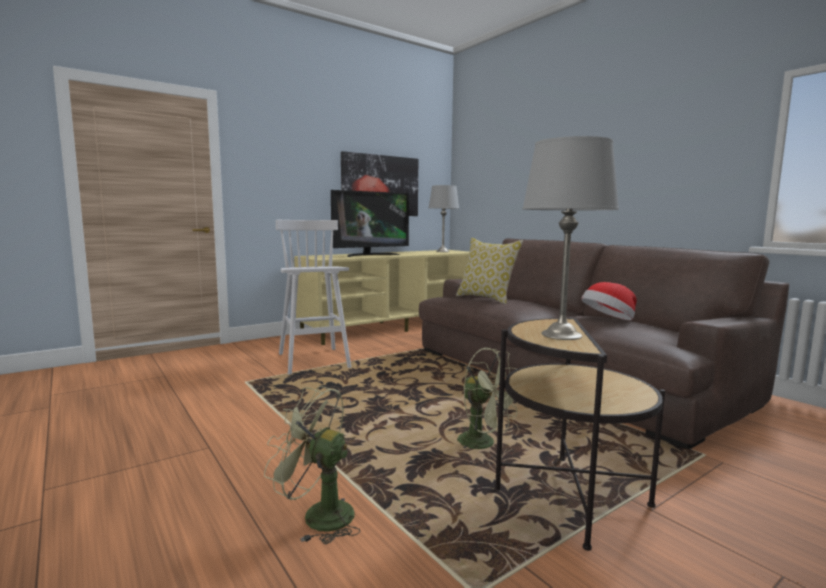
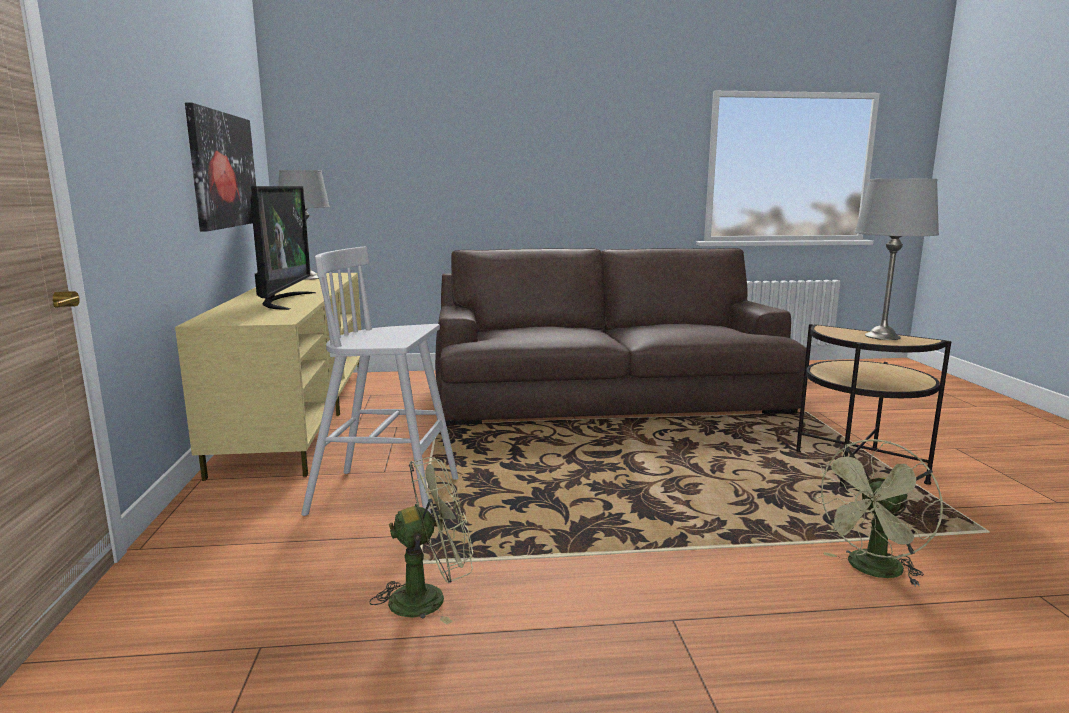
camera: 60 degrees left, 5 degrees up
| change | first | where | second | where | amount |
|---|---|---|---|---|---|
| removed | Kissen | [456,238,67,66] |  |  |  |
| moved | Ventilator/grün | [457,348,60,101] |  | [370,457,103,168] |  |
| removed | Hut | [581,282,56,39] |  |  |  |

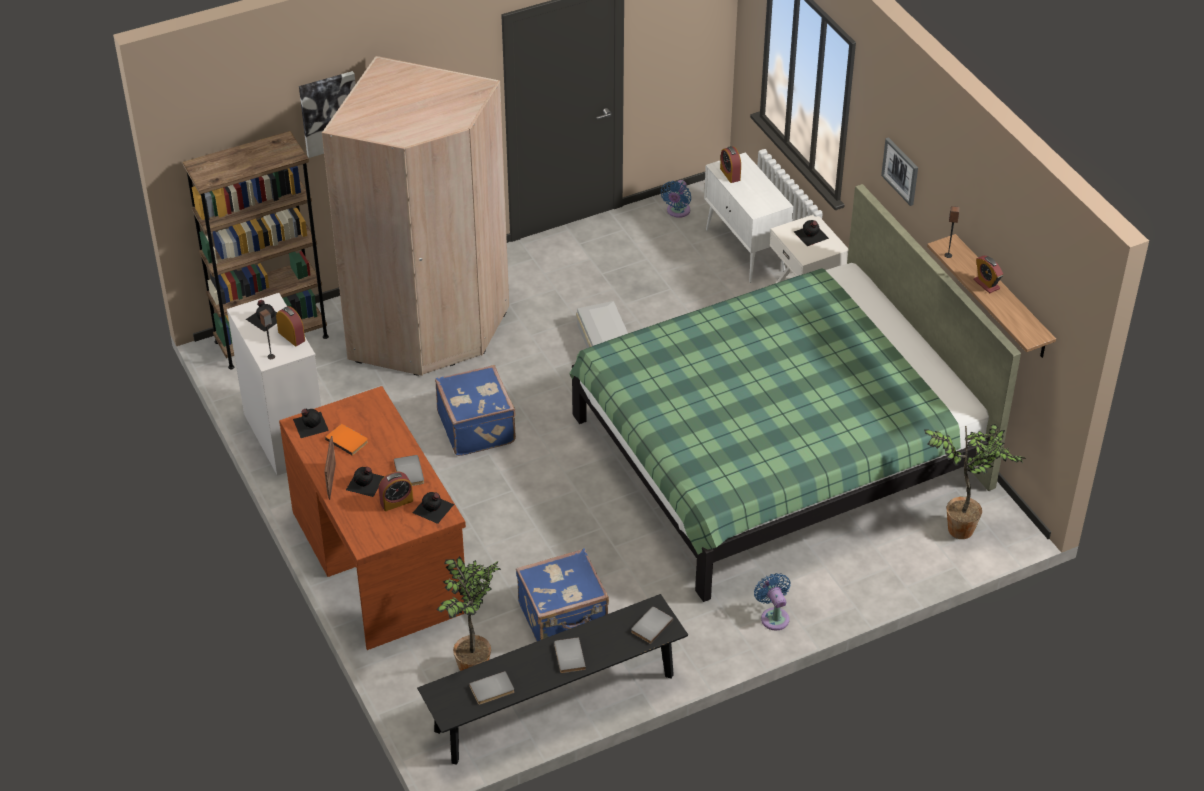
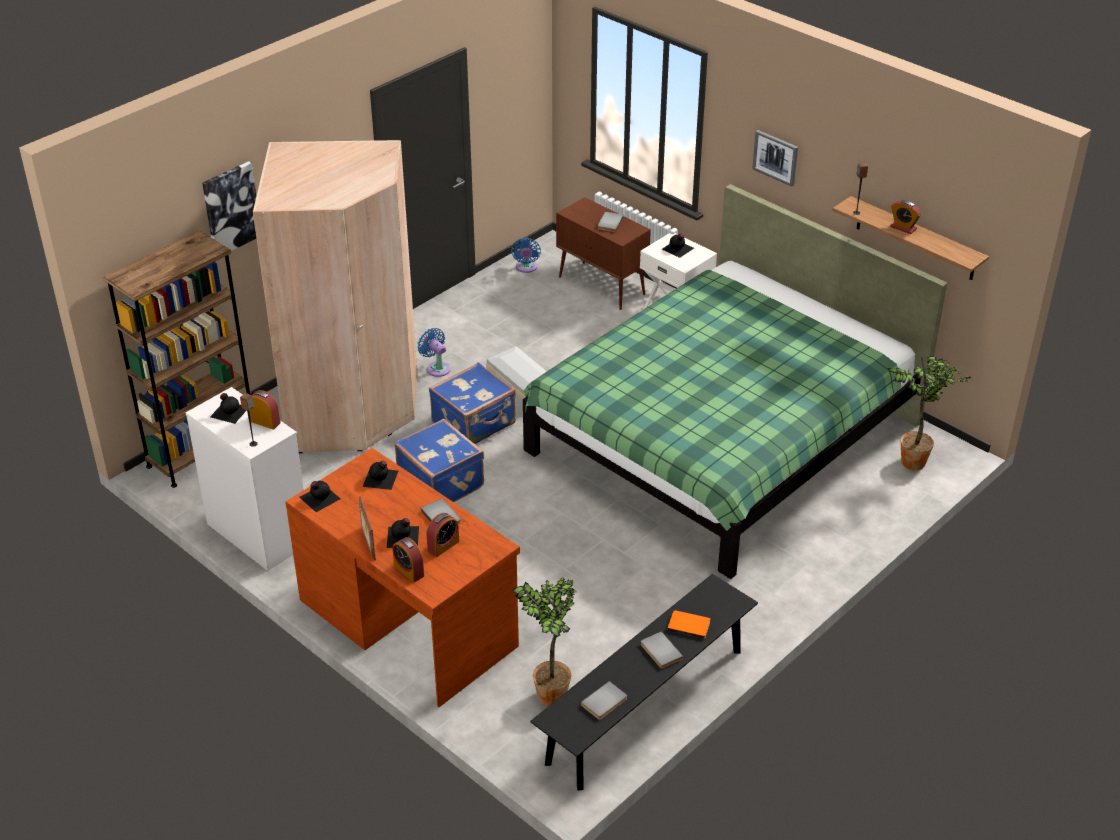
camera: 20 degrees left, 5 degrees down
| change | first | where | second | where | amount |
|---|---|---|---|---|---|
| moved | Buch/orange | [325,424,43,32] |  | [667,610,43,29] |  |
| moved | Flasche/schwarz | [413,492,41,32] |  | [363,461,35,29] |  |
| moved | Koffer/blau | [516,549,93,92] |  | [429,362,87,82] |  |
| moved | Buch/grau | [631,607,42,37] |  | [597,212,27,20] |  |
| recoloured | Schrank/weiß | [704,153,89,130] | Schrank/braun | [556,197,95,113] |  |
| moved | Wecker | [720,146,21,37] |  | [393,537,31,45] |  |
| moved | Ventilator/blau | [754,573,36,57] |  | [417,328,34,49] |  |

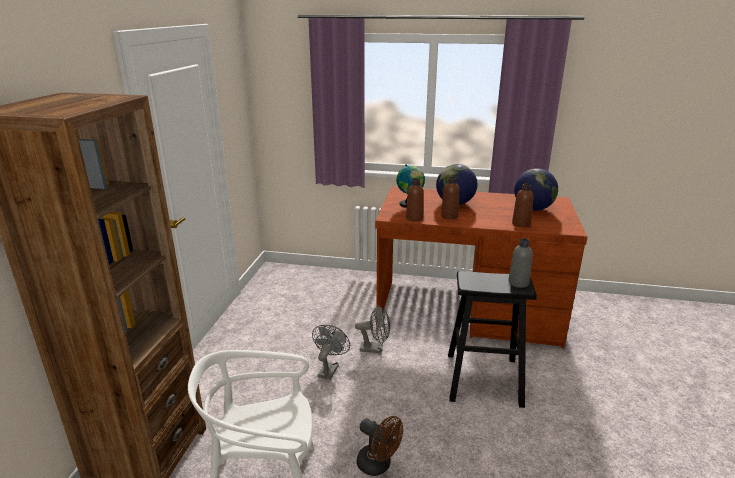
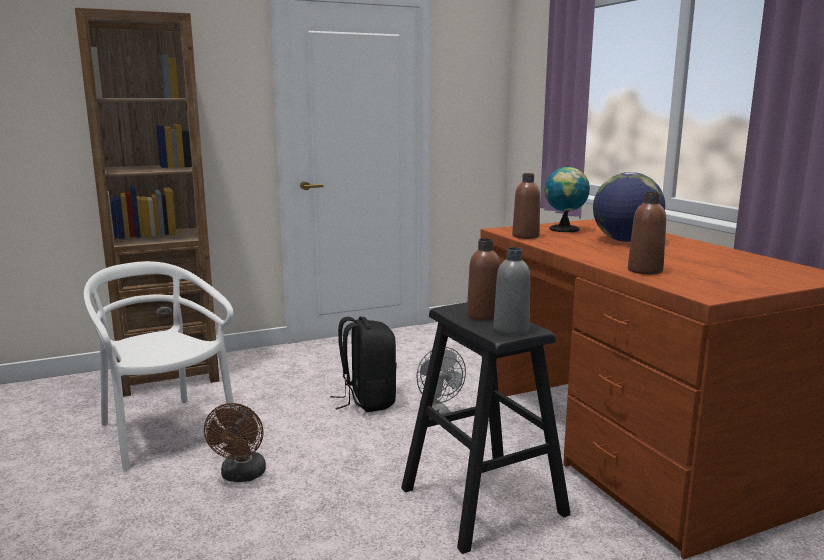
camera: 55 degrees right, 10 degrees down
| change | first | where | second | where | amount |
|---|---|---|---|---|---|
| replaced | Ventilator/grau | [312,325,38,55] | Rucksack/schwarz | [330,317,67,95] |  |
| moved | Flasche/braun | [441,177,19,42] |  | [467,238,33,83] |  |
| removed | Globus | [514,168,44,43] |  |  |  |

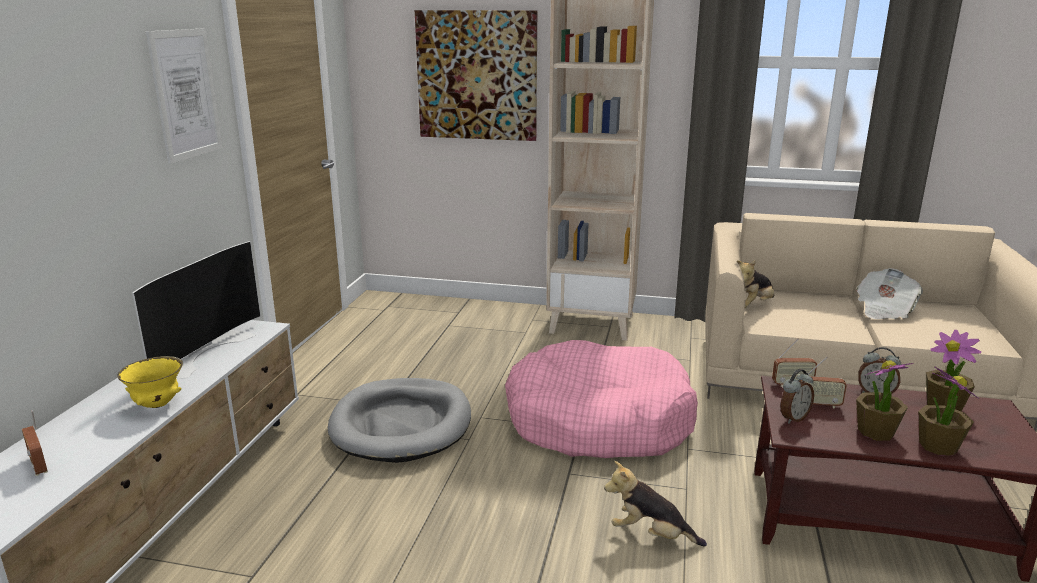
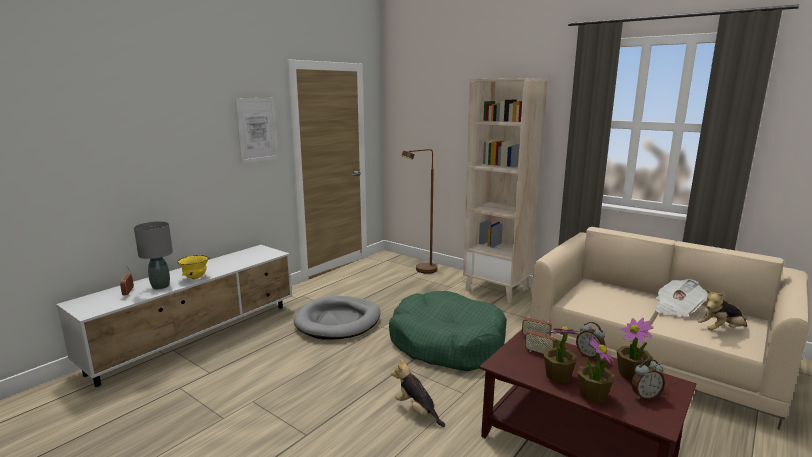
camera: 25 degrees right, 5 degrees down
| change | first | where | second | where | amount |
|---|---|---|---|---|---|
| removed | Fernseher | [132,241,129,138] |  |  |  |
| removed | Bild | [415,10,122,131] |  |  |  |
| recoloured | Hundebett/rosa | [505,340,193,118] | Hundebett/grün | [389,291,118,80] |  |
| moved | Plüschtier | [737,260,37,48] |  | [697,290,50,41] |  |
| moved | Wecker | [780,369,34,54] |  | [631,359,34,41] |  |
| added |  |  | Tischlampe/grau | [134,221,39,68] |  |
| added |  |  | Stehlampe/braun | [401,149,36,125] |  |

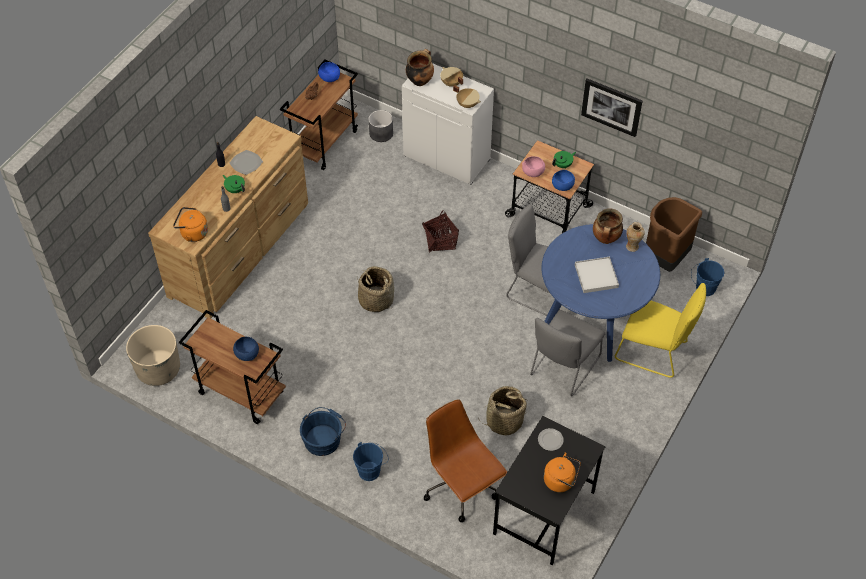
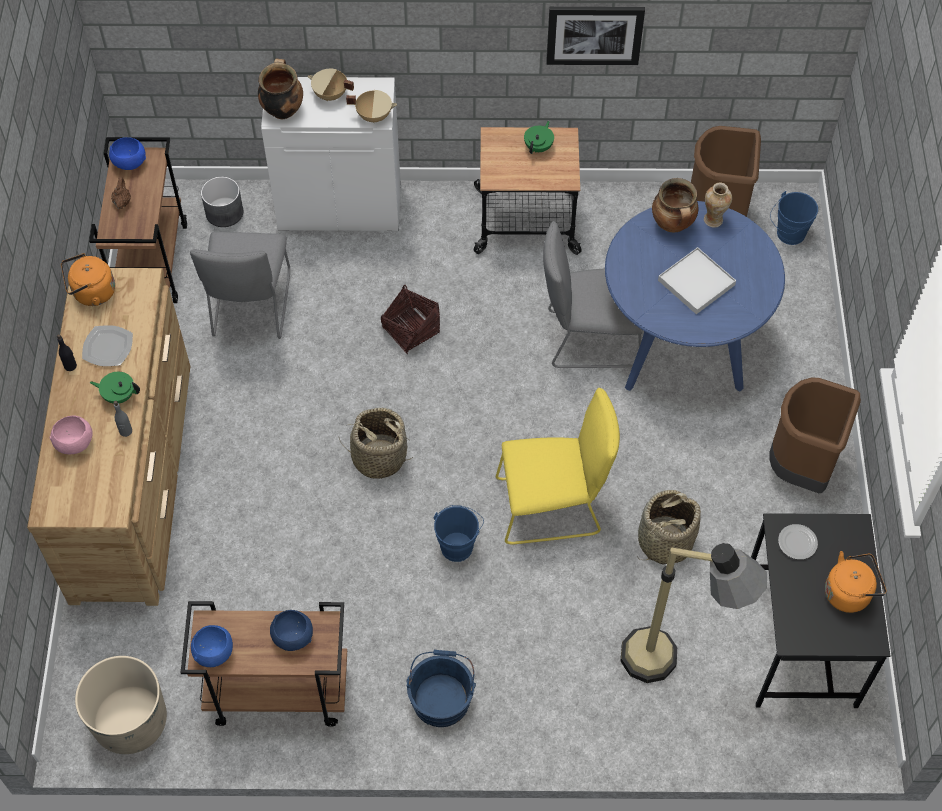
camera: 30 degrees left, 5 degrees up
| change | first | where | second | where | amount |
|---|---|---|---|---|---|
| moved | Wasserkessel/orange | [173,207,35,35] |  | [61,253,54,53] |  |
| moved | Eimer/blau | [353,442,36,39] |  | [434,505,50,57] |  |
| replaced | Bürostuhl/braun | [424,399,83,123] | Stehlampe | [620,543,147,140] |  |
| moved | Schüssel/rosa | [522,156,23,21] |  | [50,415,42,39] |  |
| moved | Stuhl/grau | [530,310,75,86] |  | [190,232,100,107] |  |
| moved | Schüssel/blau | [552,170,23,21] |  | [191,625,42,42] |  |
| moved | Stuhl/gelb | [615,283,91,95] |  | [496,388,124,157] |  |
| added |  |  | Mülleimer/braun | [769,378,92,115] |  |

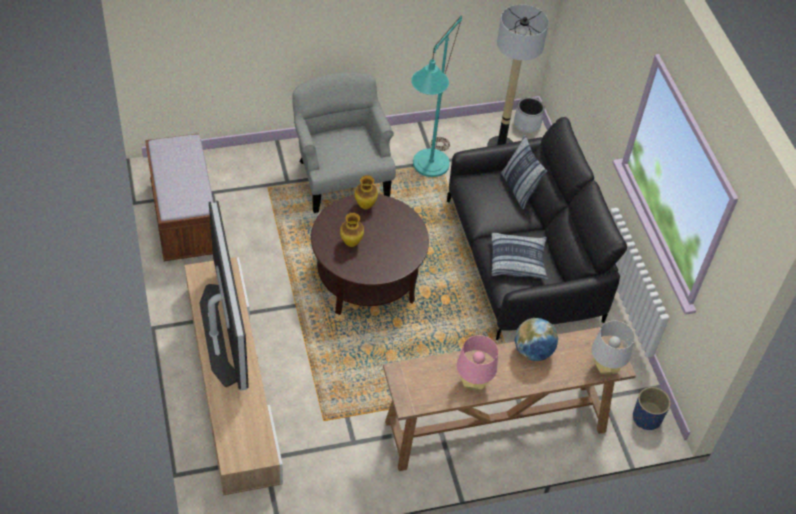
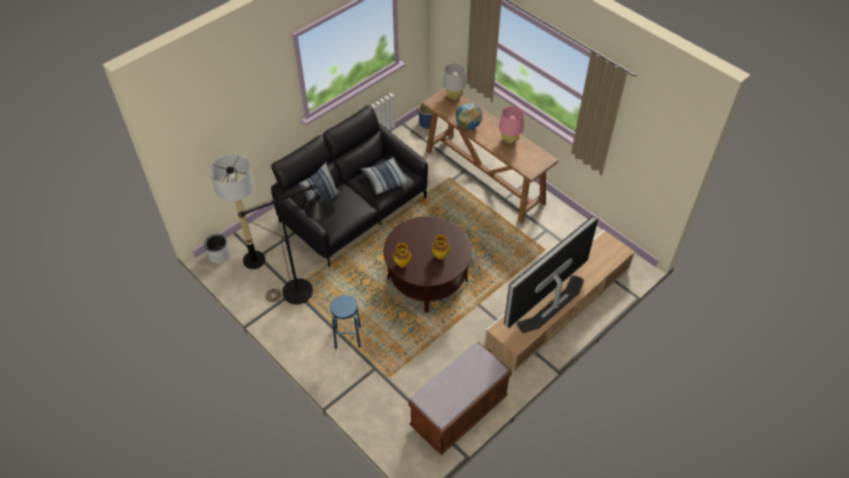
camera: 115 degrees left, 0 degrees up
| change | first | where | second | where | amount |
|---|---|---|---|---|---|
| replaced | Sessel/grau | [292,72,104,141] | Hocker/blau | [330,295,31,54] |  |
| recoloured | Stehlampe/türkis | [411,15,51,162] | Stehlampe/schwarz | [238,185,97,119] |  |

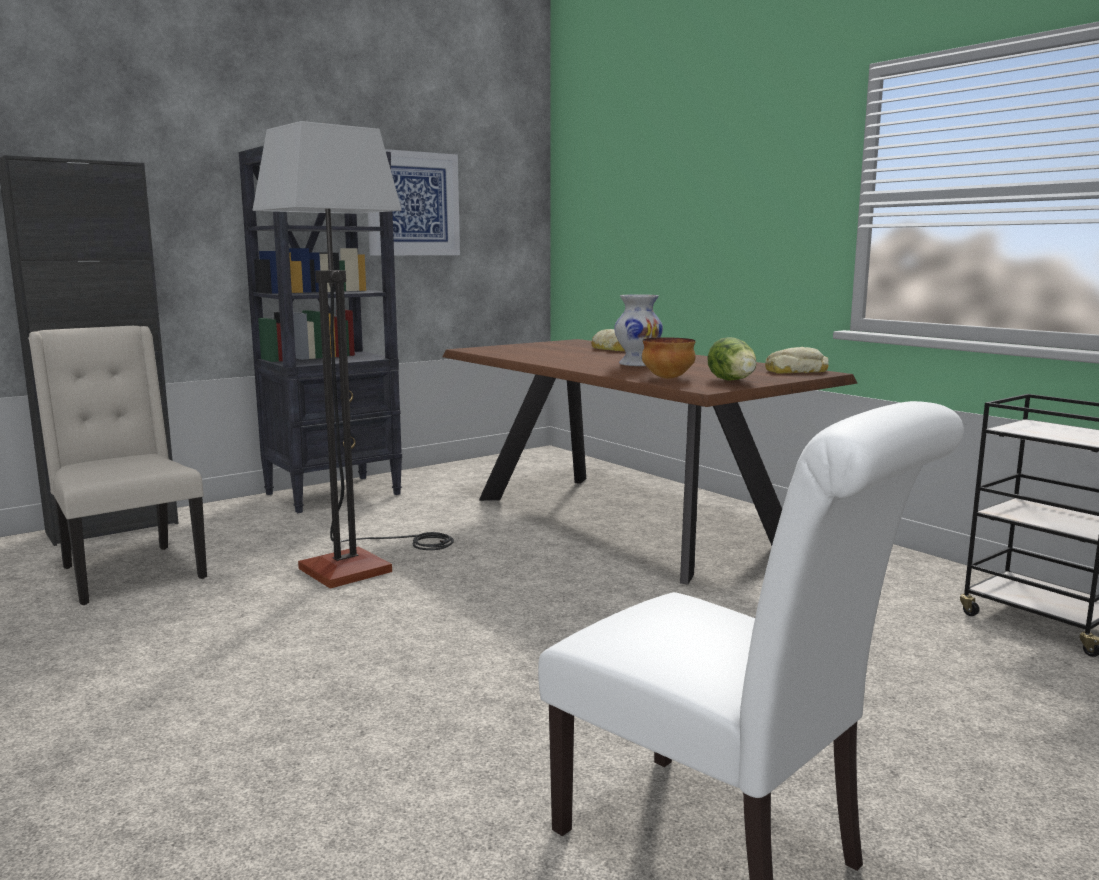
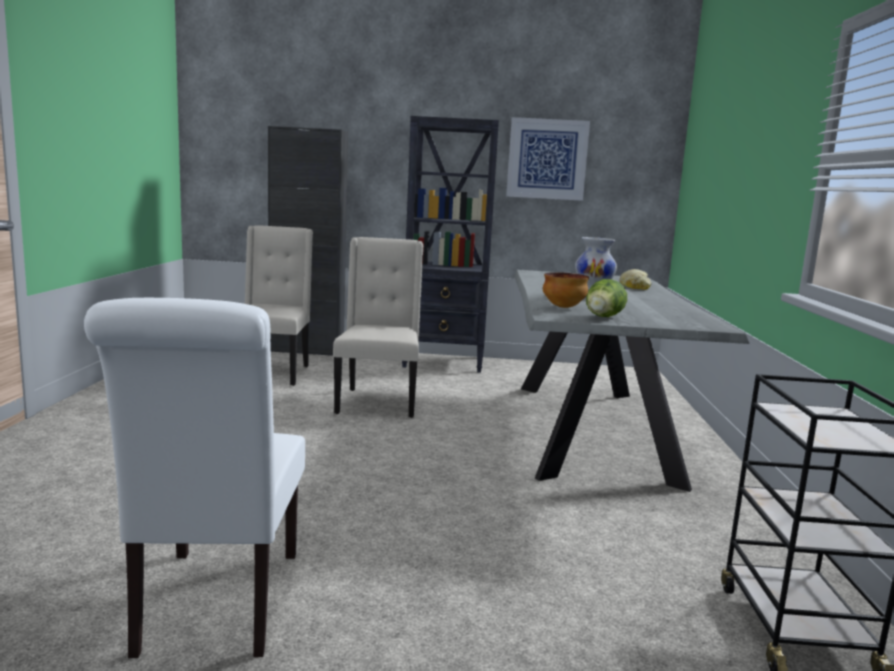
camera: 40 degrees right, 0 degrees up
| change | first | where | second | where | amount |
|---|---|---|---|---|---|
| replaced | Stehlampe | [253,121,201,468] | Stuhl/beige | [333,237,90,181] |  |
| recoloured | Esstisch/braun | [442,339,415,245] | Esstisch/grau | [514,270,236,222] |  |
| removed | Brot | [765,347,64,26] |  |  |  |

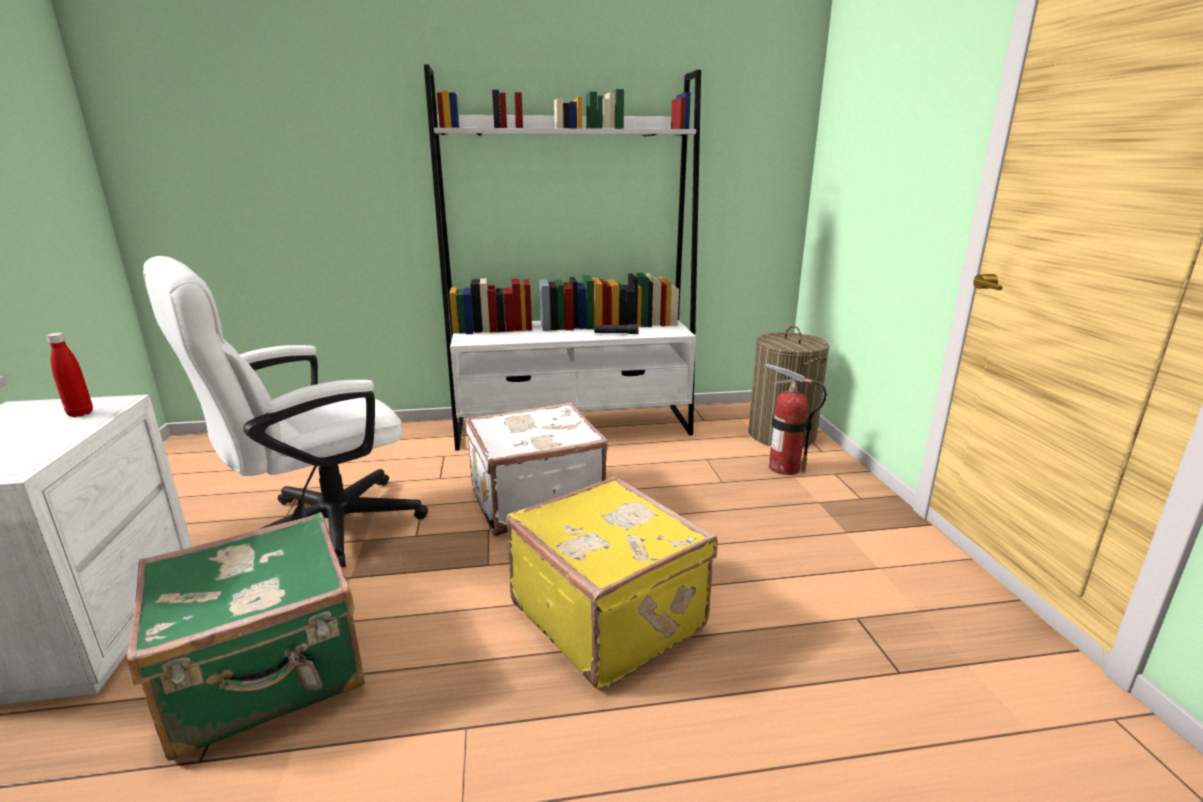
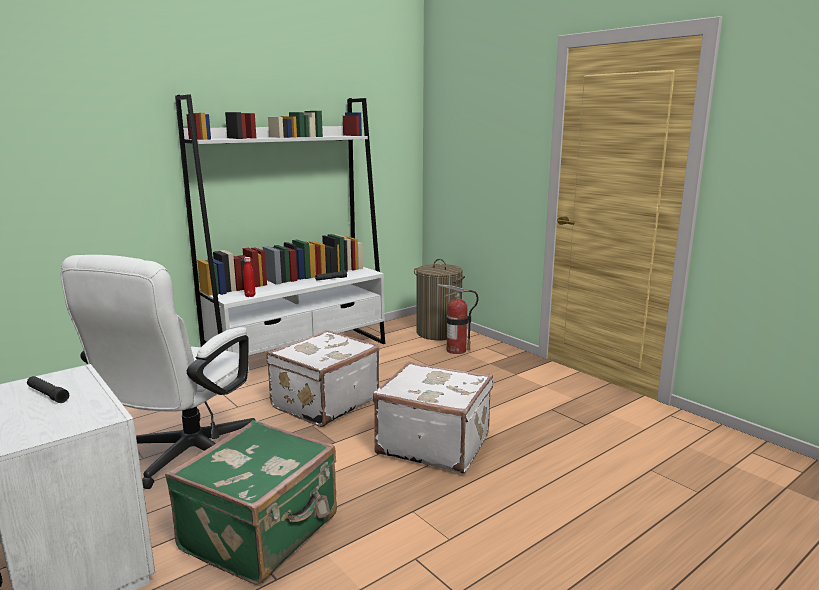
camera: 30 degrees left, 5 degrees down
| change | first | where | second | where | amount |
|---|---|---|---|---|---|
| moved | Flasche/rot | [46,333,47,84] |  | [243,257,12,40] |  |
| recoloured | Koffer/gelb | [506,476,212,215] | Koffer/weiß | [373,362,120,112] |  |
| added |  |  | Taschenlampe/schwarz | [27,376,42,27] |  |

